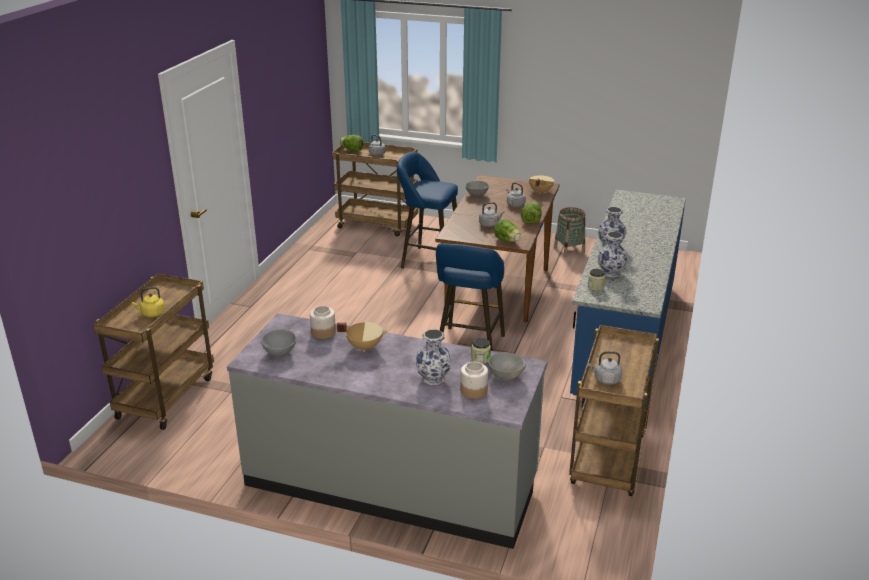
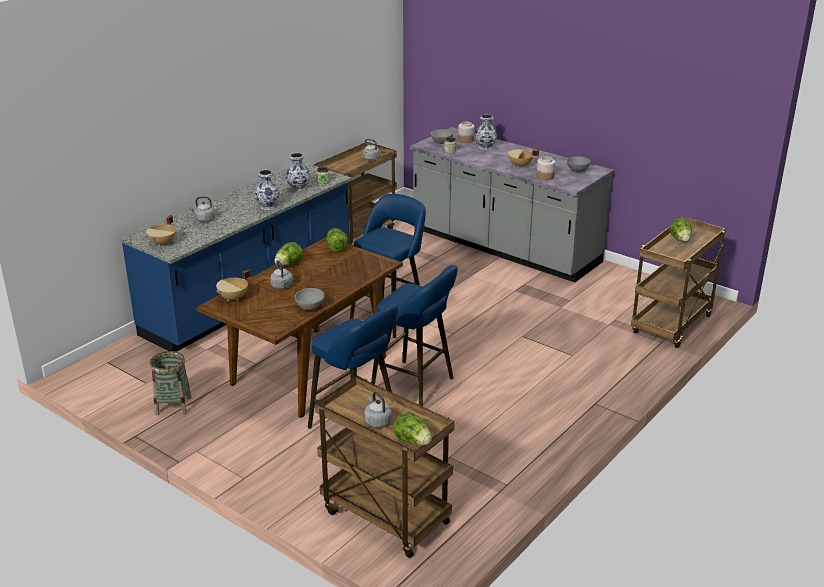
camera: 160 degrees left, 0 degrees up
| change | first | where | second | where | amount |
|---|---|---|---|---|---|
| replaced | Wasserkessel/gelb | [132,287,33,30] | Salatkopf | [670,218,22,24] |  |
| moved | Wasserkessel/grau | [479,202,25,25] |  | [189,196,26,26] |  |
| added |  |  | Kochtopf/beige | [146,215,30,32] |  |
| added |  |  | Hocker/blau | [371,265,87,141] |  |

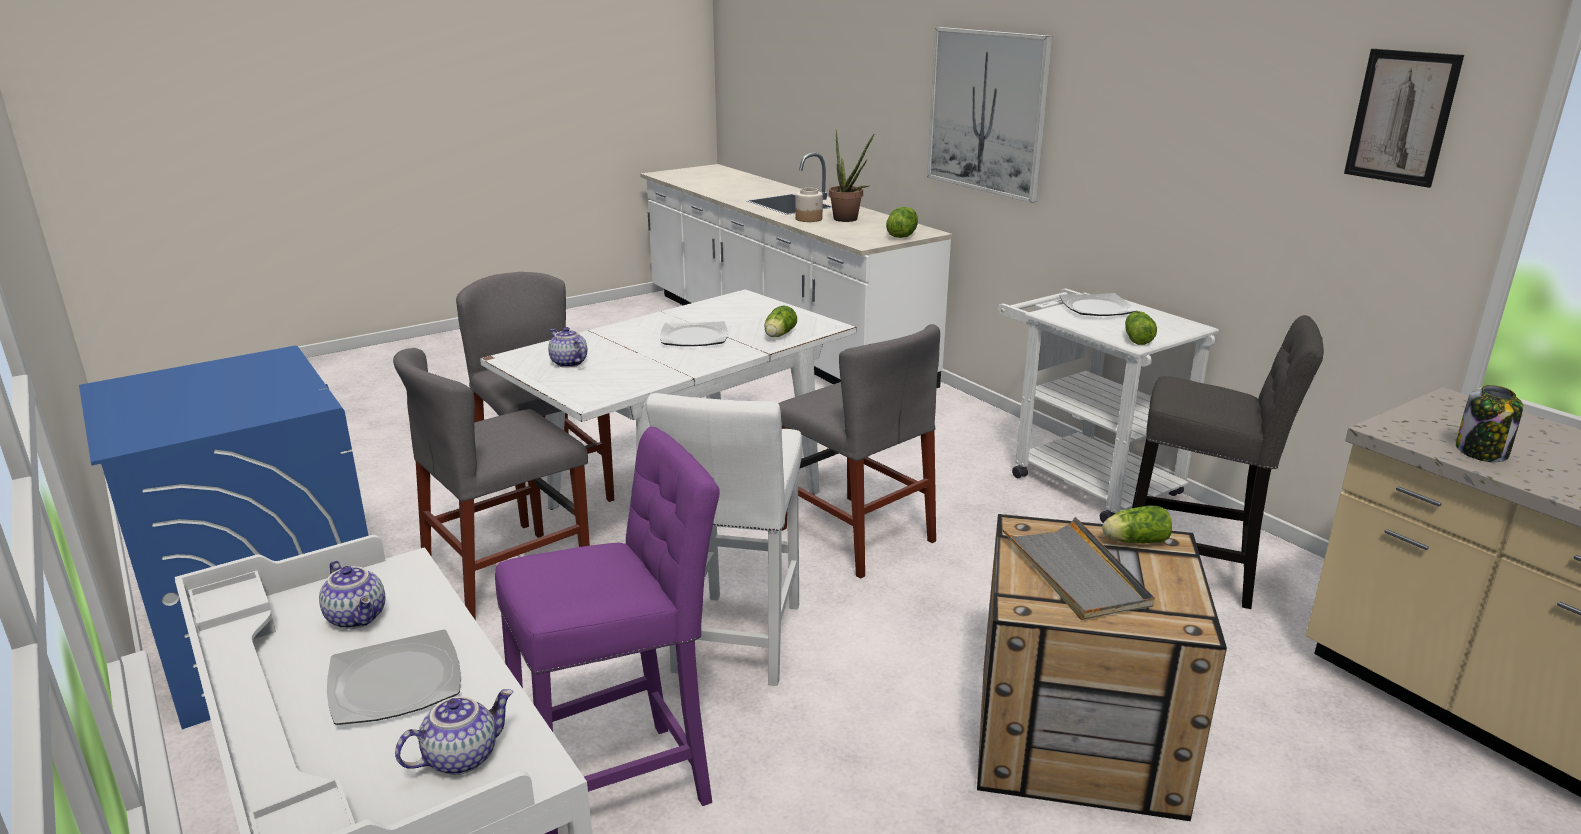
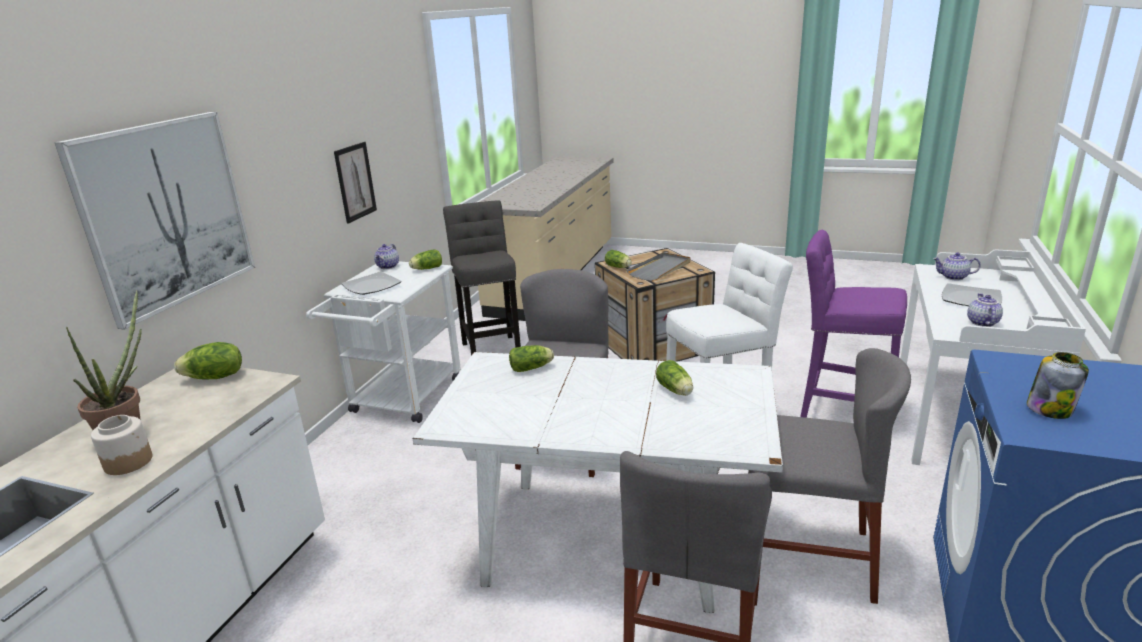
camera: 125 degrees left, 0 degrees up
| change | first | where | second | where | amount |
|---|---|---|---|---|---|
| moved | Teekanne | [548,327,39,41] |  | [374,244,25,25] |  |
| removed | Teller | [660,321,68,25] |  |  |  |
| moved | Bild | [1344,49,120,139] |  | [334,142,43,82] |  |
| moved | Vorratsglas | [1456,385,67,77] |  | [1027,352,62,67] |  |
| added |  |  | Salatkopf | [656,360,37,36] |  |

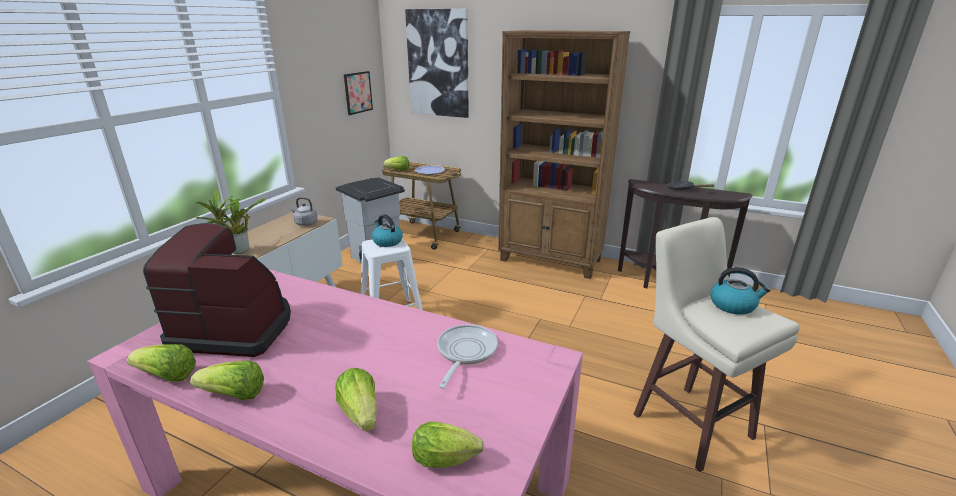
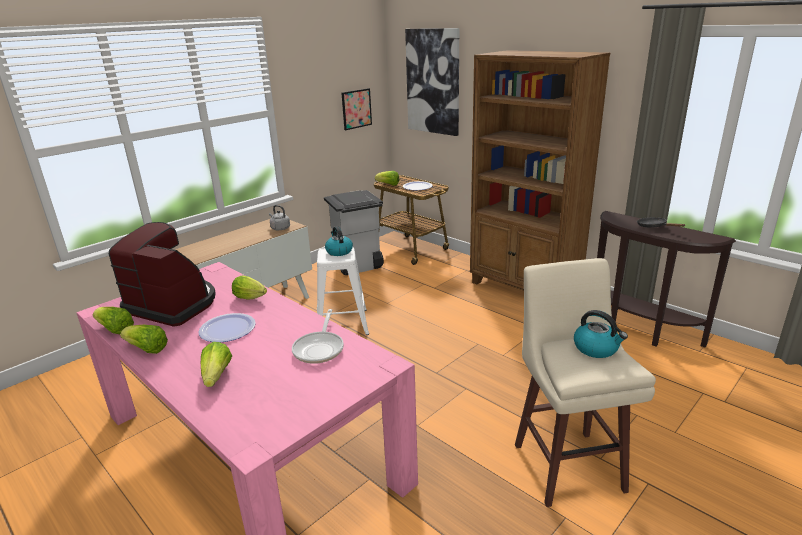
camera: 20 degrees right, 0 degrees up
| change | first | where | second | where | amount |
|---|---|---|---|---|---|
| removed | Topfpflanze | [195,190,71,64] |  |  |  |
| moved | Salatkopf | [412,422,72,46] |  | [232,276,35,24] |  |
| turned | Pfanne | [437,325,61,64] |  | [292,309,52,55] | 150 degrees clockwise |
| added |  |  | Teller | [198,313,58,29] |  |

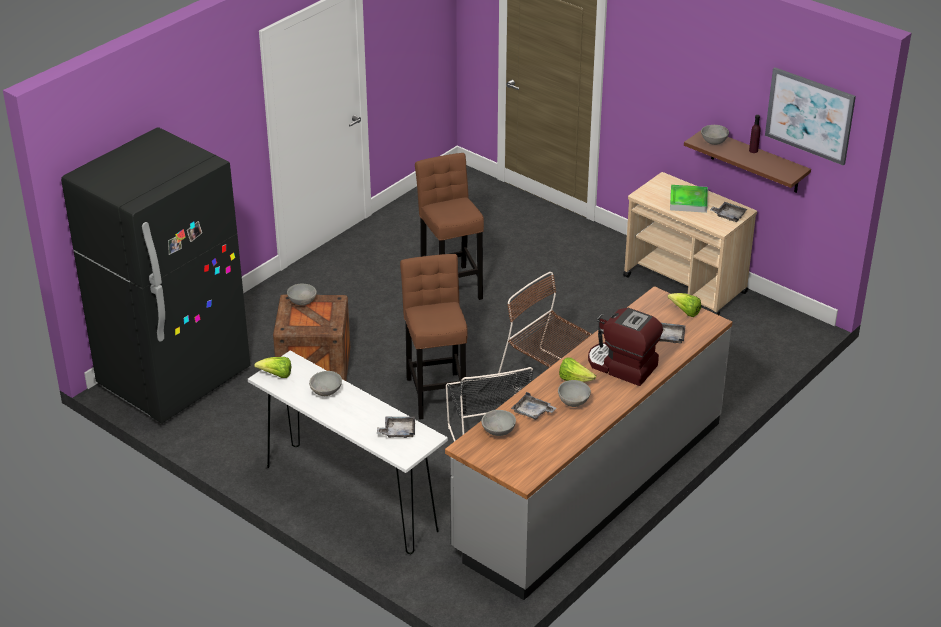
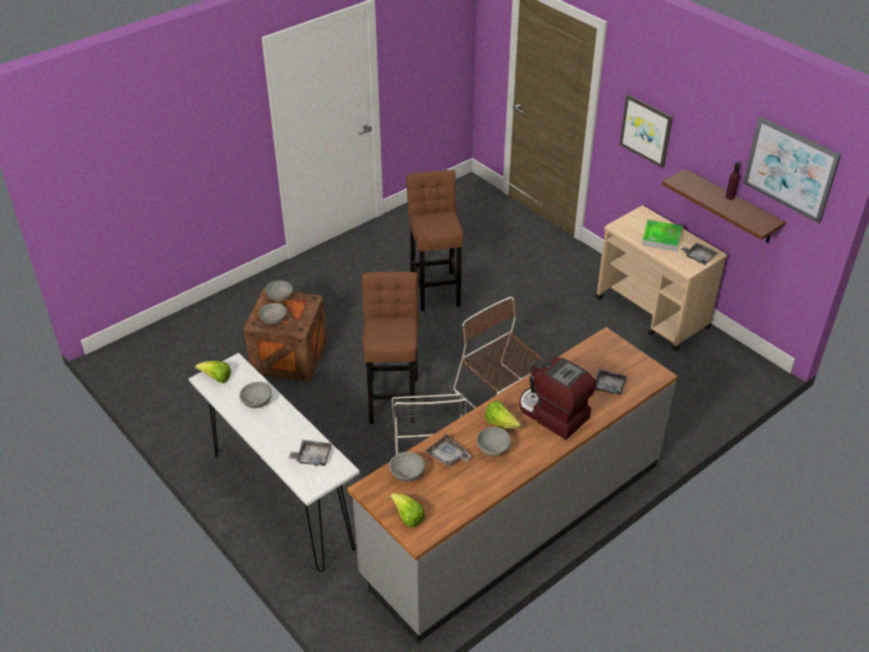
camera: 10 degrees right, 5 degrees up
| change | first | where | second | where | amount |
|---|---|---|---|---|---|
| removed | Kühlschrank/schwarz | [61,127,189,297] |  |  |  |
| moved | Salatkopf | [668,293,33,24] |  | [390,493,35,35] |  |
| moved | Schüssel/grau | [701,125,28,20] |  | [259,303,28,22] |  |
| added |  |  | Bild | [619,94,54,74] |  |

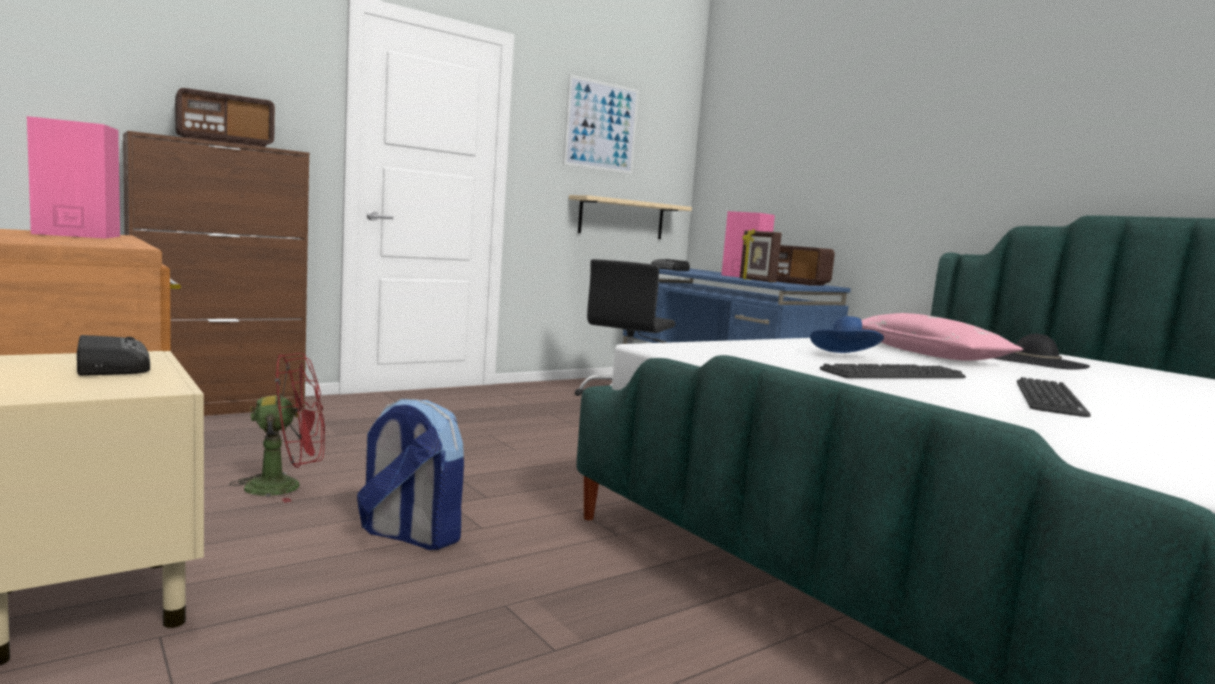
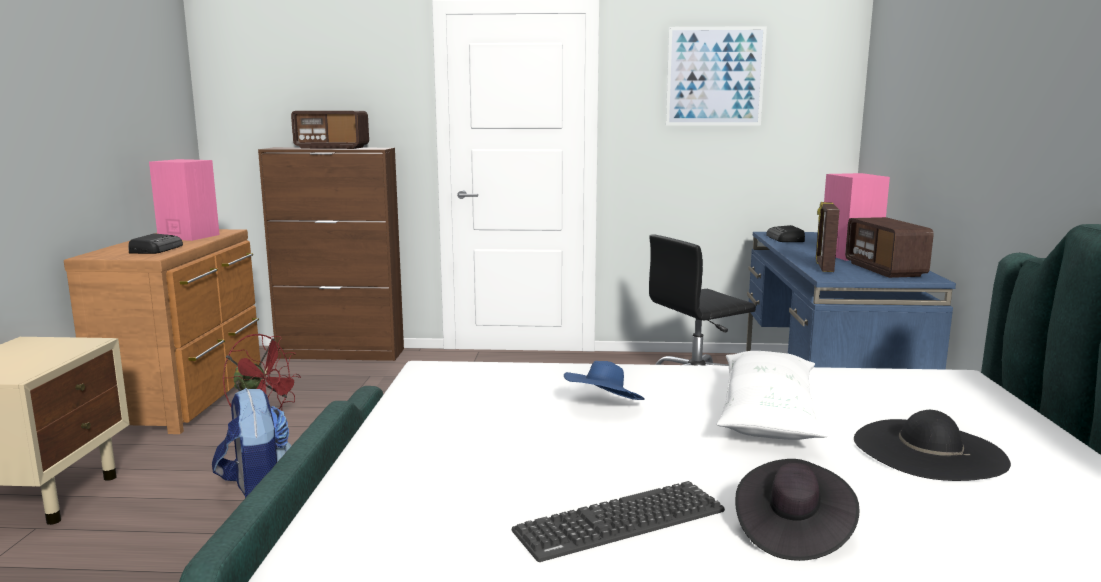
camera: 40 degrees right, 5 degrees up
| change | first | where | second | where | amount |
|---|---|---|---|---|---|
| moved | Radio | [77,335,73,41] |  | [128,233,55,21] |  |
| removed | Wandregal/beige | [569,195,123,44] |  |  |  |
| removed | Tastatur | [820,364,146,14] |  |  |  |
| recoloured | Kissen/rosa | [861,313,162,48] | Kissen/weiß | [717,351,110,89] |  |
| added |  |  | Hut/schwarz | [735,459,124,102] |  |

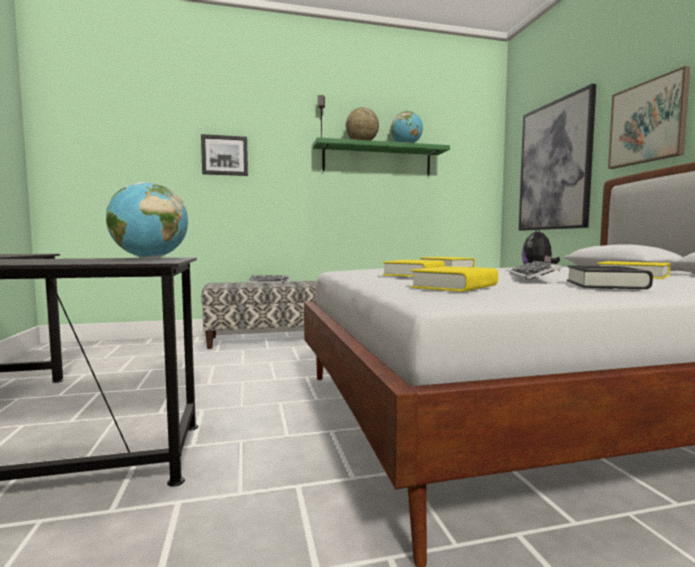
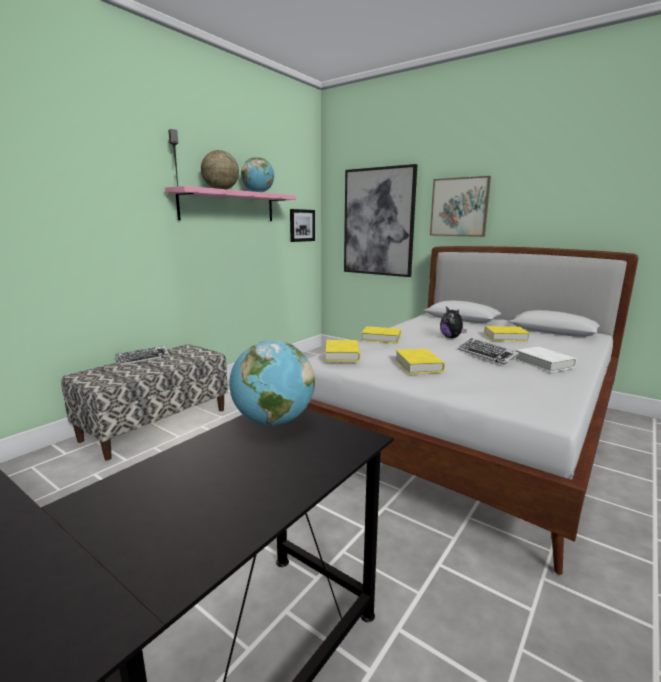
camera: 40 degrees left, 10 degrees up
| change | first | where | second | where | amount |
|---|---|---|---|---|---|
| moved | Bild | [201,134,47,42] |  | [290,209,25,33] |  |
| recoloured | Wandregal/grün | [313,137,137,39] | Wandregal/rosa | [165,186,131,35] |  |
| moved | Buch/gelb | [411,266,87,26] |  | [326,340,34,22] |  |
| recoloured | Buch/schwarz | [567,265,86,24] | Buch/weiß | [515,347,62,25] |  |

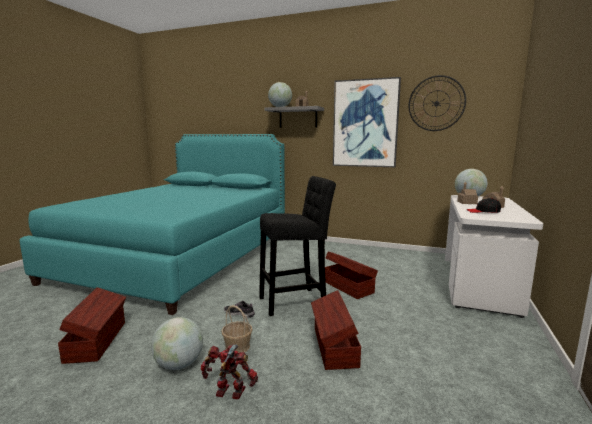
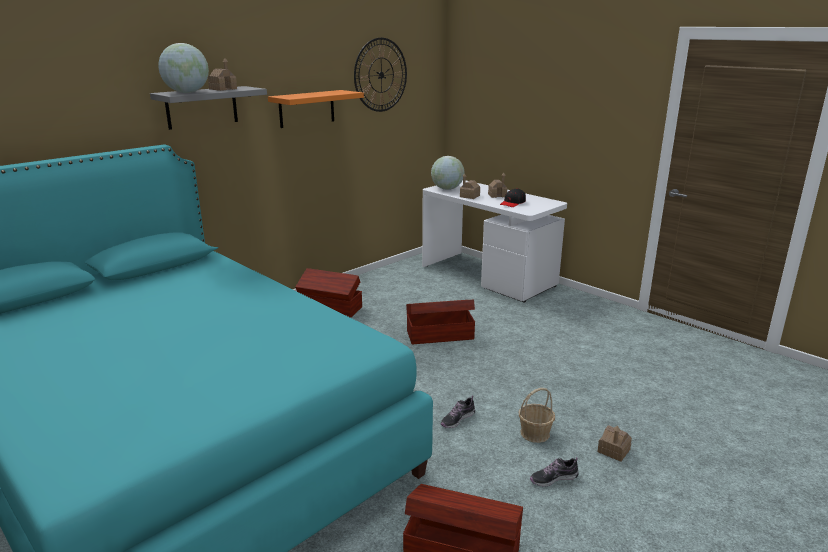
camera: 65 degrees left, 10 degrees up
| change | first | where | second | where | amount |
|---|---|---|---|---|---|
| replaced | Globus | [151,317,52,53] | Schuh | [530,457,49,29] |  |
| replaced | Spielzeugroboter | [201,344,57,55] | Spielzeughaus | [597,425,35,37] |  |
| removed | Hocker/schwarz | [259,176,77,140] |  |  |  |
| moved | Aufbewahrungsbox/braun | [311,290,50,80] |  | [295,268,67,50] |  |
| replaced | Bild | [333,77,68,90] | Wandregal/orange | [268,90,96,38] |  |

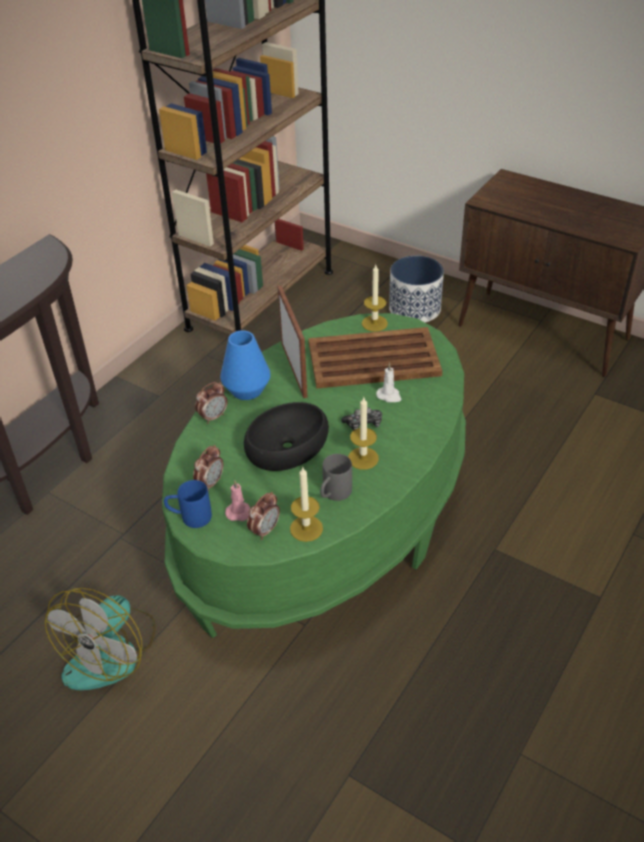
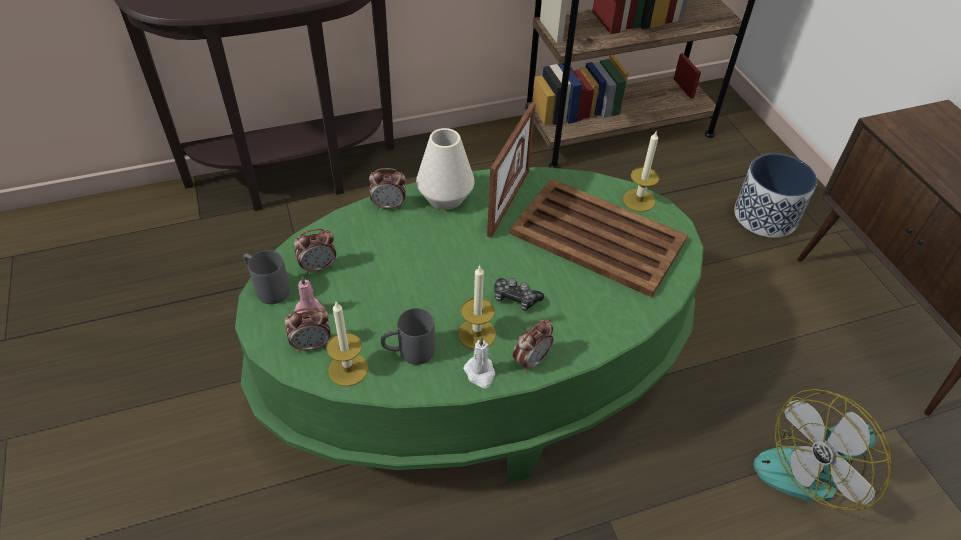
camera: 35 degrees right, 5 degrees up
| change | first | where | second | where | amount |
|---|---|---|---|---|---|
| moved | Ventilator | [45,588,111,102] |  | [754,389,138,121] |  |
| recoloured | Henkelbecher/blau | [164,480,48,48] | Henkelbecher/grau | [243,250,47,54] |  |
| recoloured | Vase/blau | [220,330,51,70] | Vase/weiß | [416,128,59,82] |  |
| removed | Schüssel/schwarz | [244,402,85,69] |  |  |  |
| moved | Kerze/weiß | [376,363,25,39] |  | [463,337,32,51] |  |
| added |  |  | Wecker | [513,320,40,52] |  |

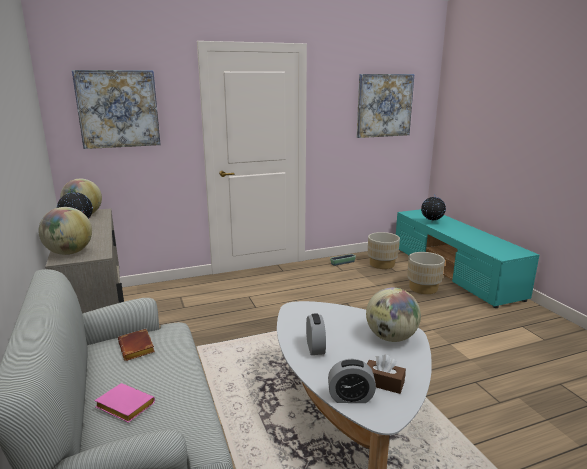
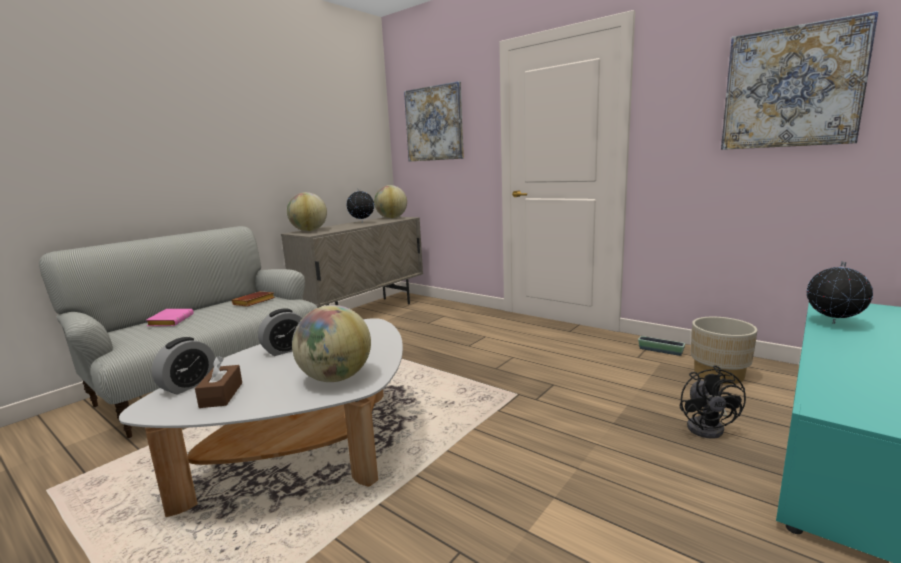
camera: 60 degrees right, 5 degrees down
| change | first | where | second | where | amount |
|---|---|---|---|---|---|
| turned | Wecker | [328,359,48,44] |  | [152,337,63,58] | 120 degrees counterclockwise |
| replaced | Pflanzkübel/beige | [407,252,38,42] | Ventilator/schwarz | [680,365,66,74] |  |

